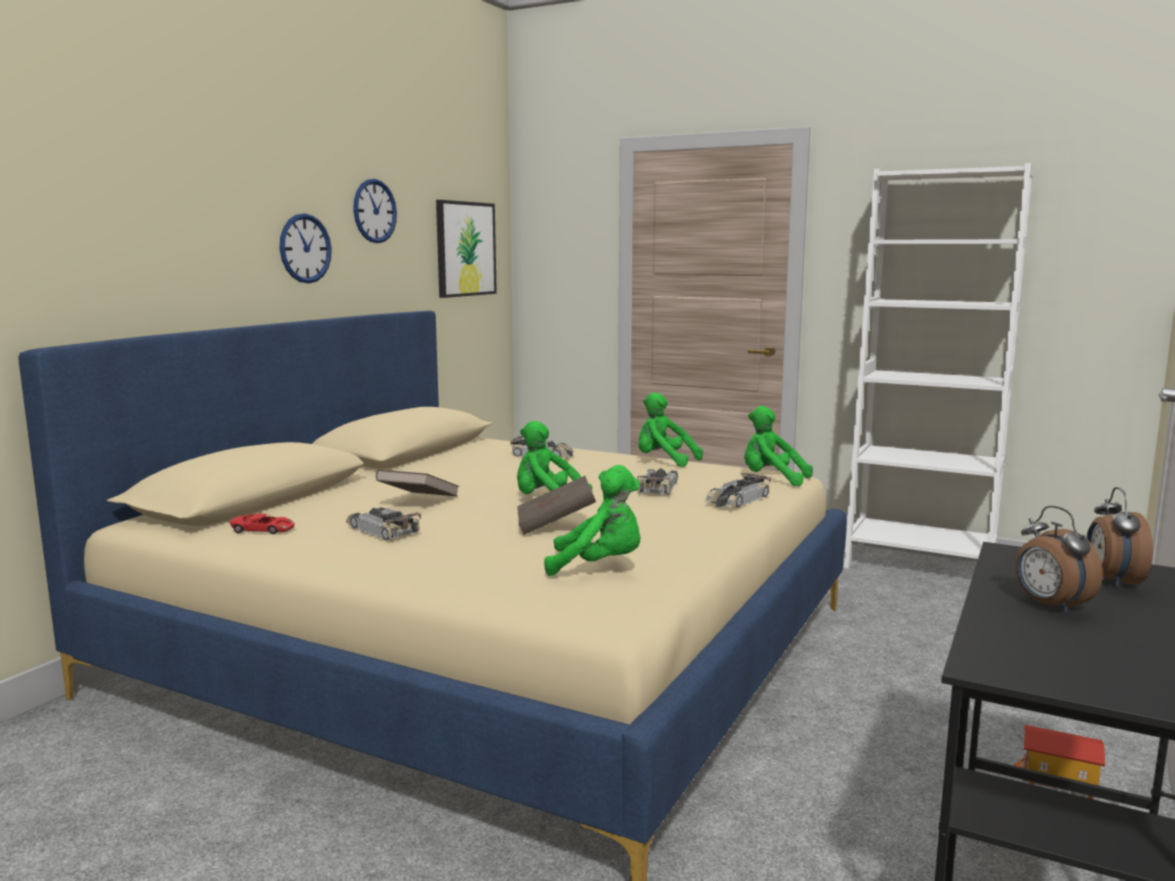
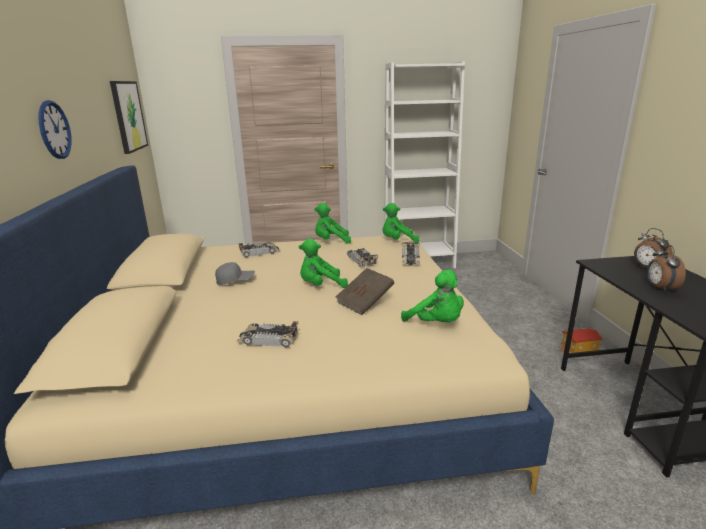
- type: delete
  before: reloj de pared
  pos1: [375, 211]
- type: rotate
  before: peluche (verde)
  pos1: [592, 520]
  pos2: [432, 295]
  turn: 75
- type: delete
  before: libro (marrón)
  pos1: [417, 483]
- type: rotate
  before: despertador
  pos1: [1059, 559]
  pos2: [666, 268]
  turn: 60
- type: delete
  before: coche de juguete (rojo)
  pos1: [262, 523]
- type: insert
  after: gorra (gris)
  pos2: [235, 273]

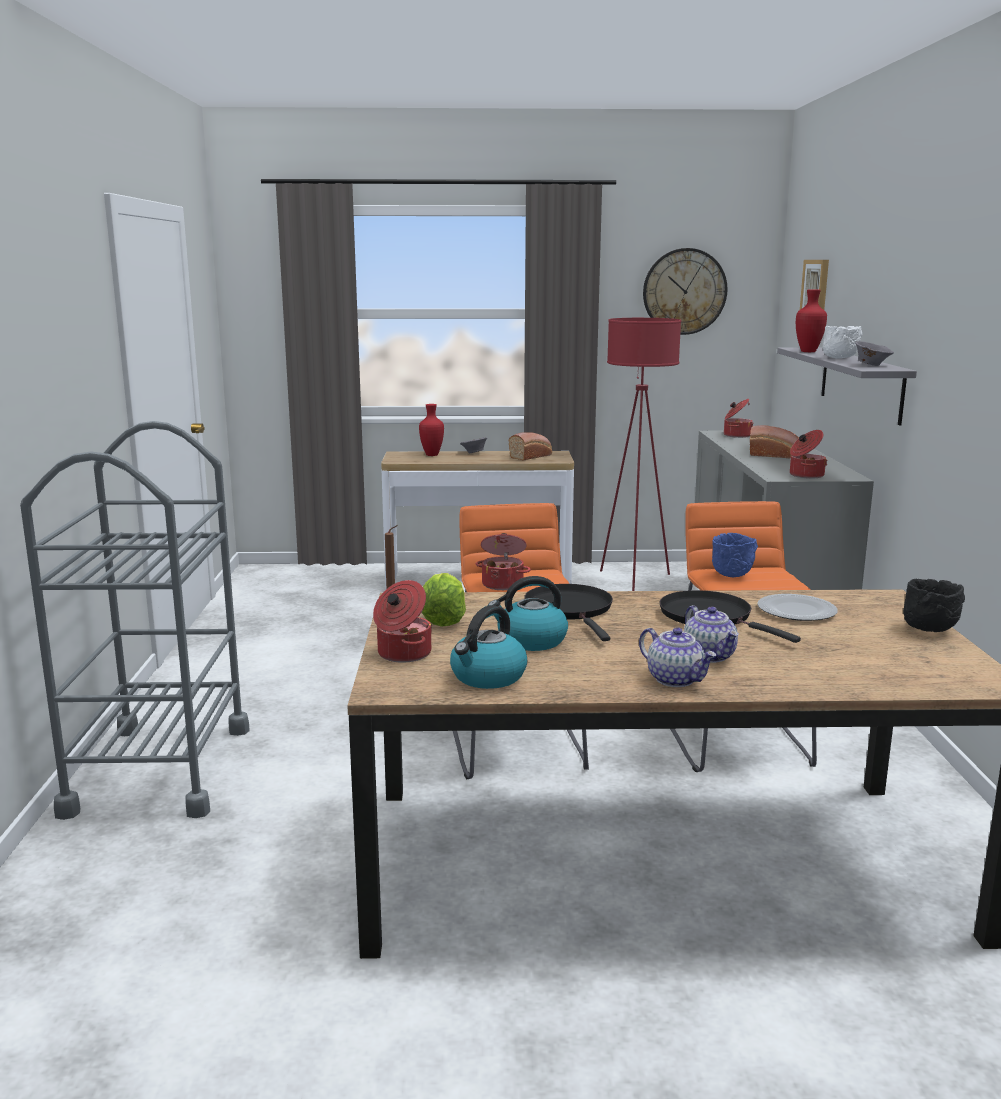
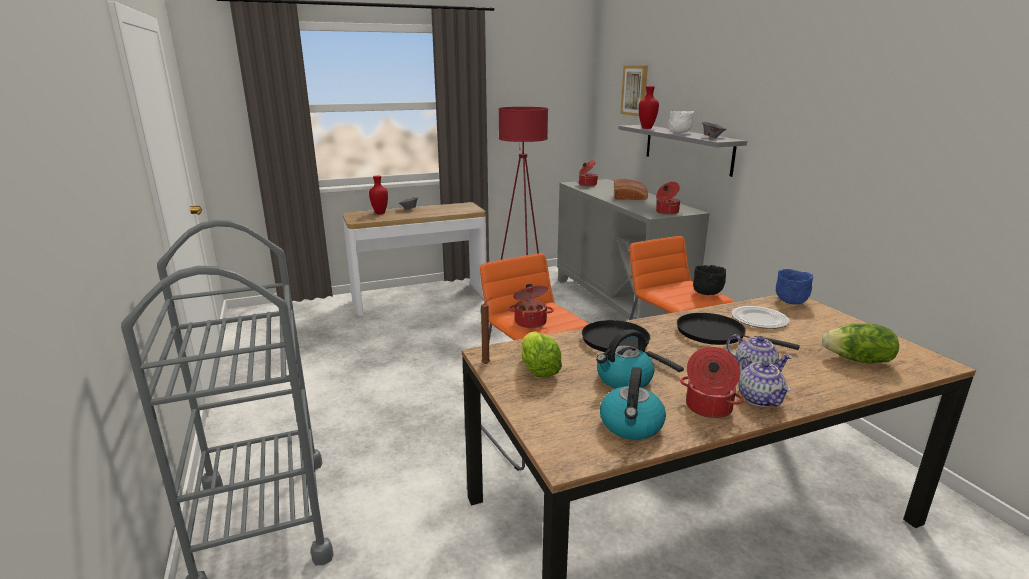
- type: delete
  before: reloj de pared
  pos1: [685, 291]
- type: delete
  before: pan
  pos1: [530, 446]
- type: move
  before: cuenco (azul)
  pos1: [735, 555]
  pos2: [795, 286]
- type: move
  before: cuenco (negro)
  pos1: [934, 605]
  pos2: [709, 280]
- type: move
  before: olla
  pos1: [402, 621]
  pos2: [712, 382]
- type: rotate
  before: tetera
  pos1: [678, 657]
  pos2: [764, 381]
  turn: 45
- type: insert
  after: lechuga
  pos2: [860, 343]

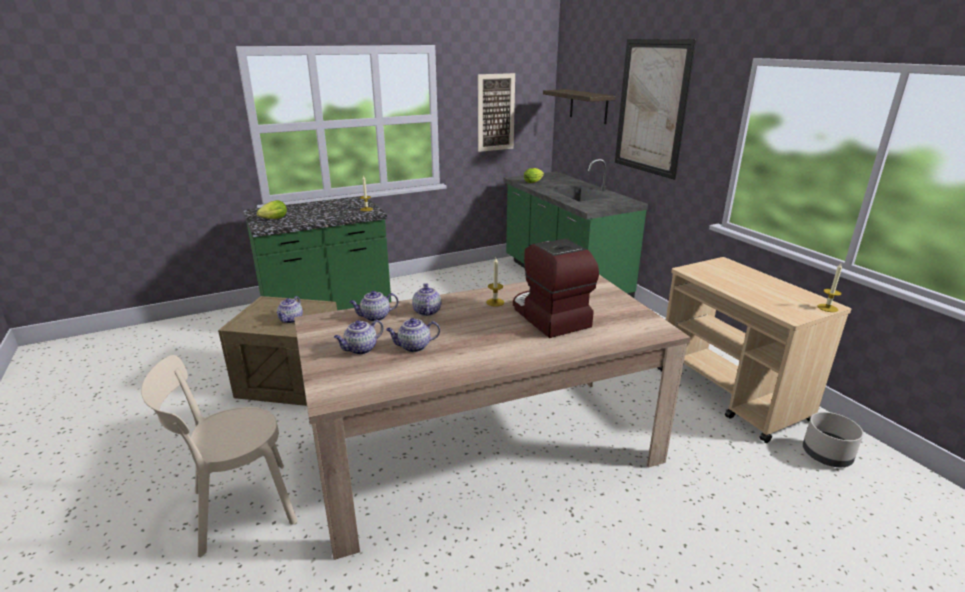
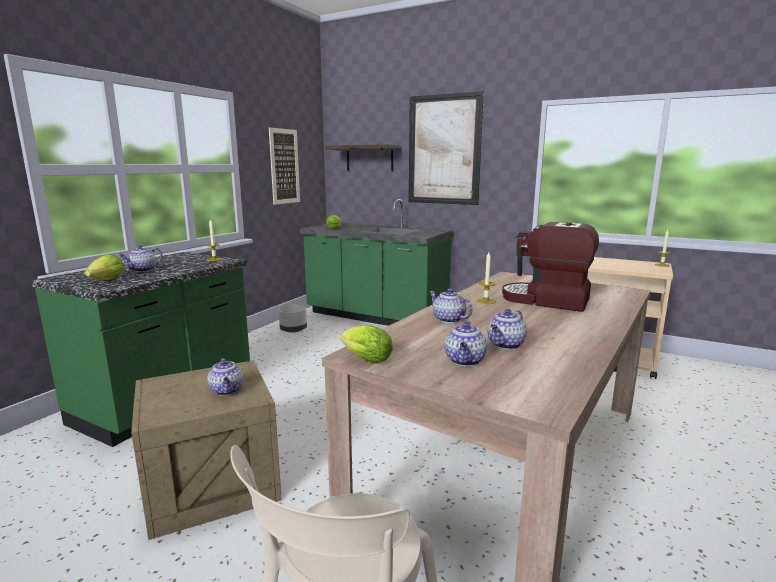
- type: move
  before: tetera
  pos1: [373, 306]
  pos2: [140, 258]
- type: move
  before: maceta (gris)
  pos1: [833, 439]
  pos2: [293, 318]
- type: insert
  after: lechuga
  pos2: [366, 344]

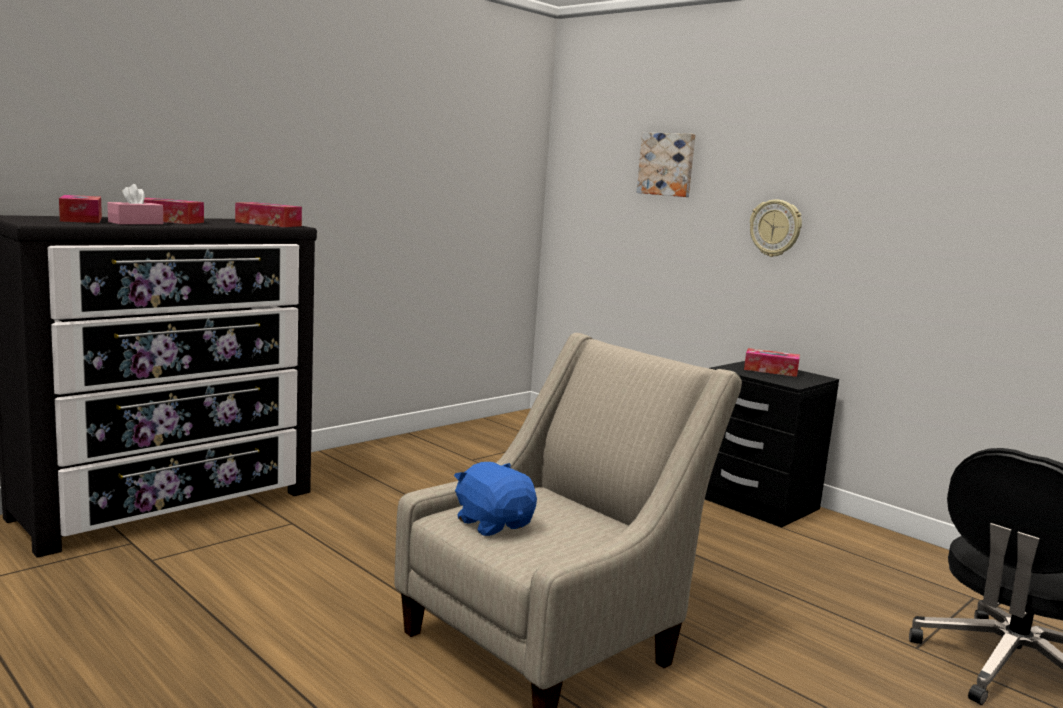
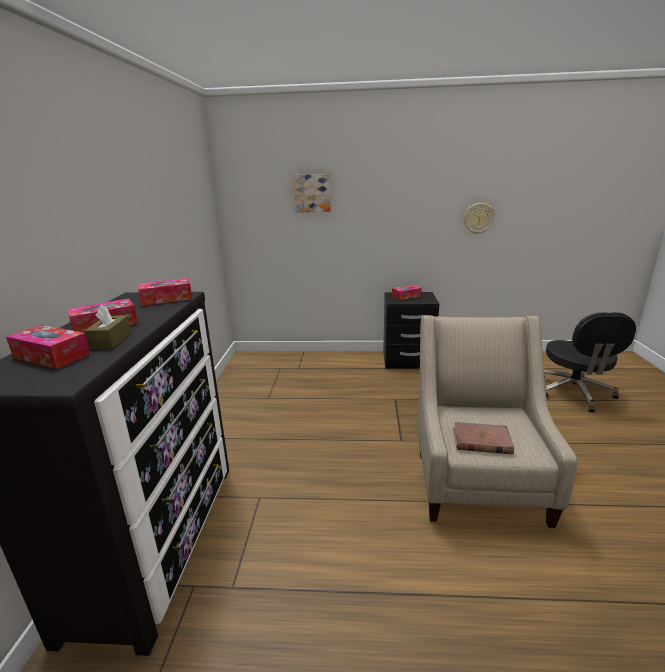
- type: recolor
  before: caja de pañuelos (rosa)
  after: caja de pañuelos (marrón)
  pos1: [135, 204]
  pos2: [108, 327]
- type: move
  before: reloj de pared
  pos1: [776, 228]
  pos2: [479, 218]
- type: replace
  before: peluche (azul)
  after: libro (marrón)
  pos1: [495, 499]
  pos2: [483, 438]

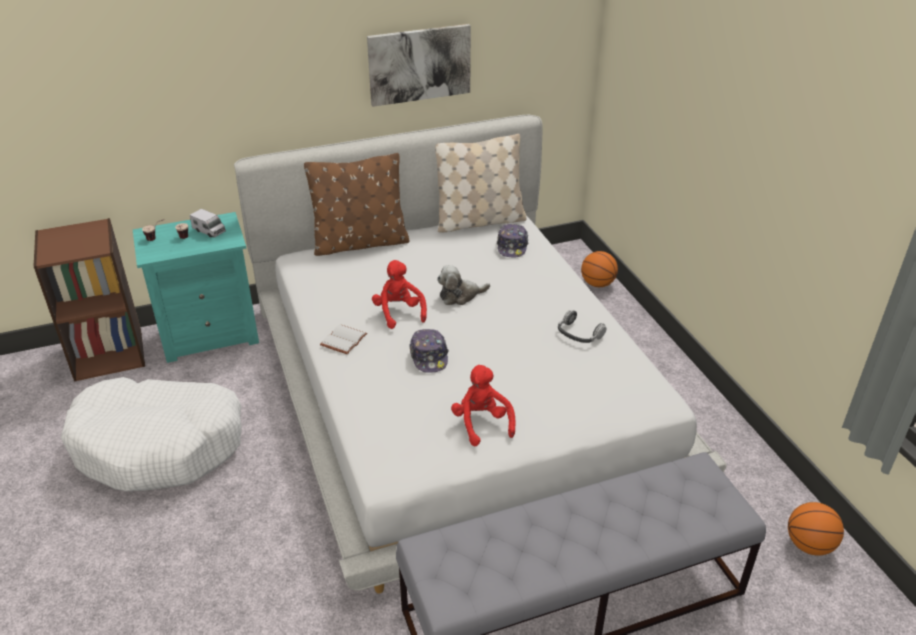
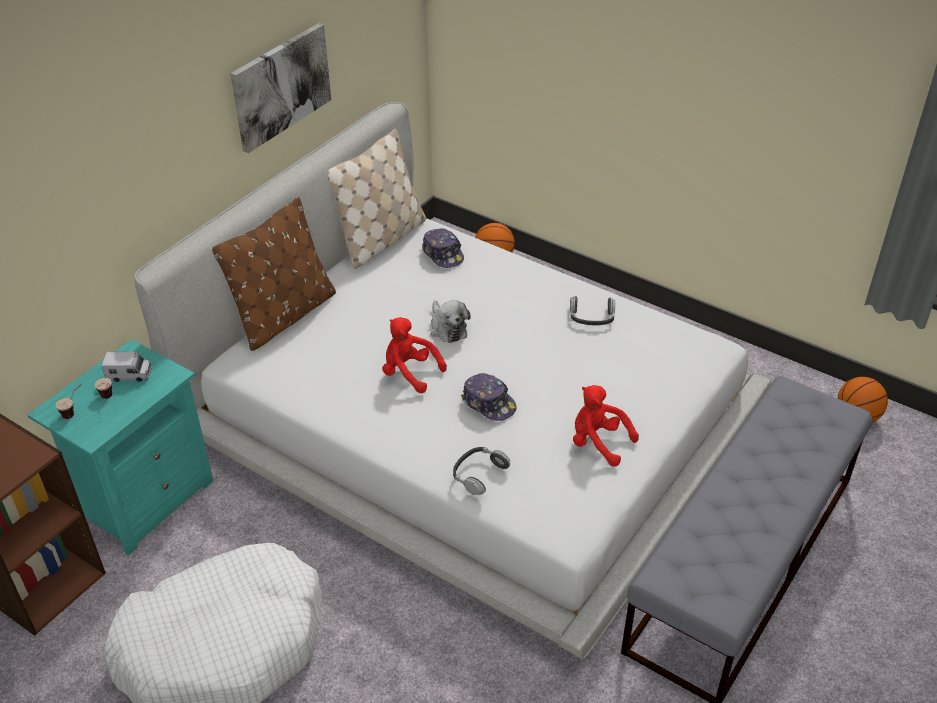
- type: rotate
  before: peluche
  pos1: [463, 285]
  pos2: [451, 321]
  turn: -60
- type: delete
  before: libro (blanco)
  pos1: [343, 339]
- type: insert
  after: auriculares
  pos2: [481, 471]

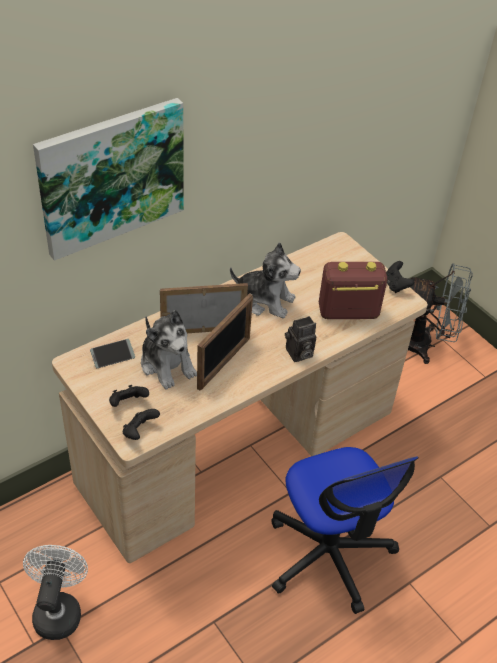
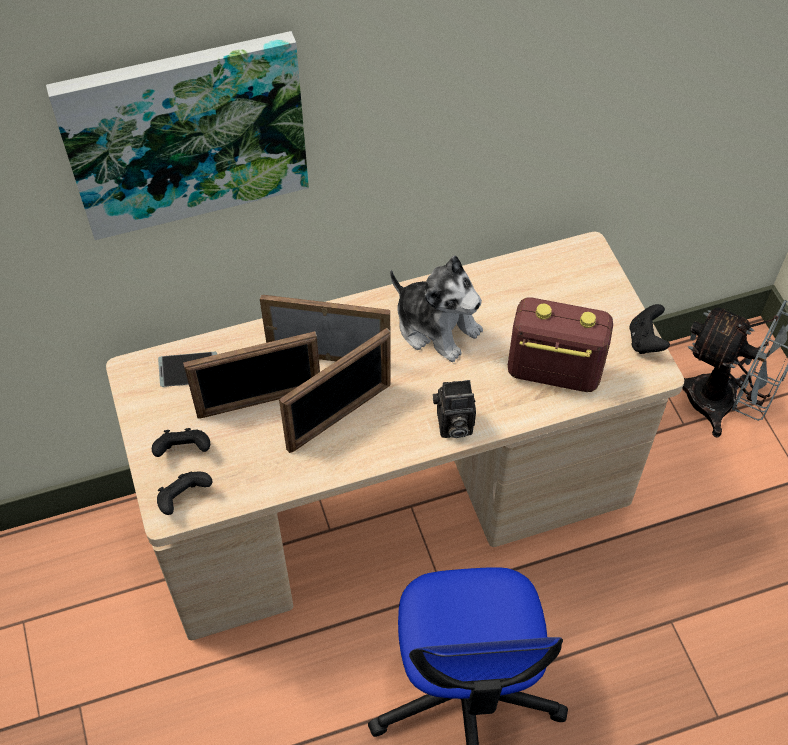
- type: replace
  before: peluche
  after: portarretratos
  pos1: [169, 350]
  pos2: [251, 375]
- type: delete
  before: ventilador (blanco)
  pos1: [55, 592]

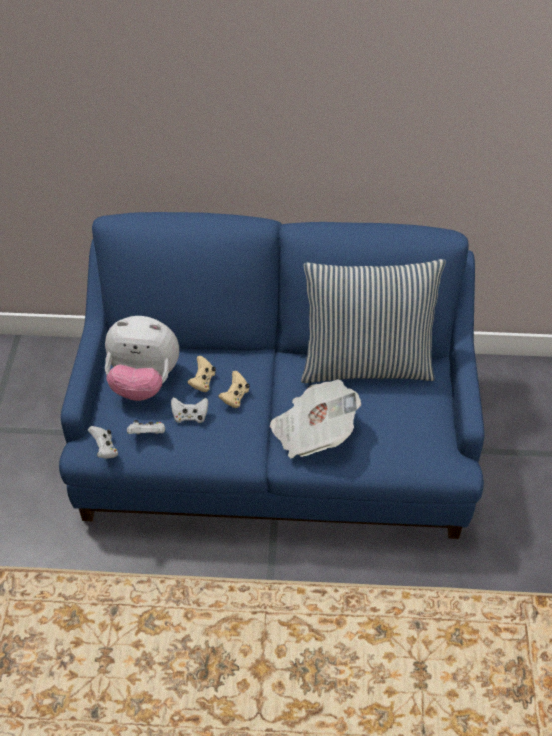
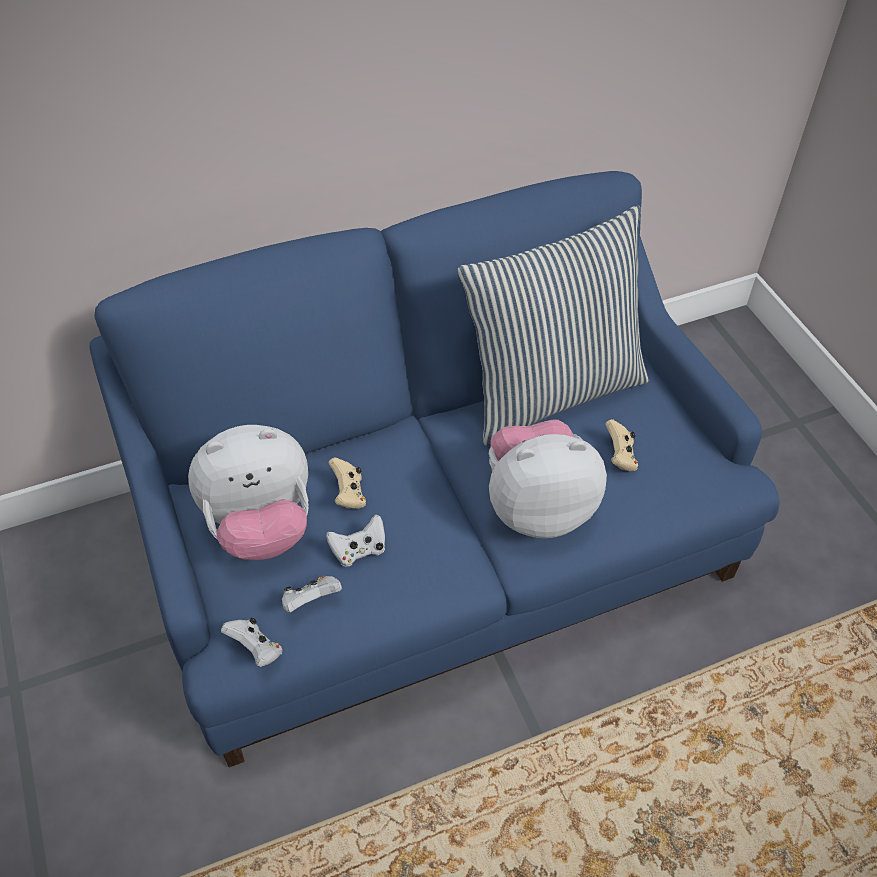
- type: move
  before: mando de consola (beis)
  pos1: [234, 389]
  pos2: [621, 445]
- type: replace
  before: periódico
  after: peluche
  pos1: [315, 419]
  pos2: [548, 478]

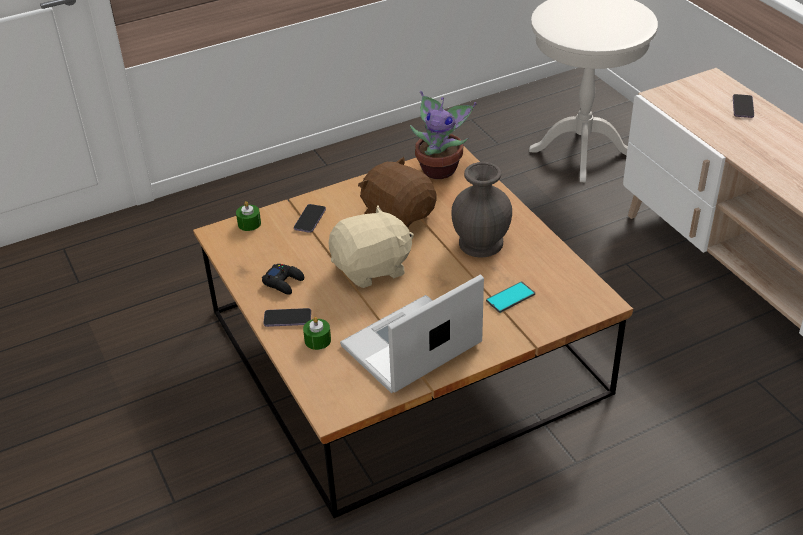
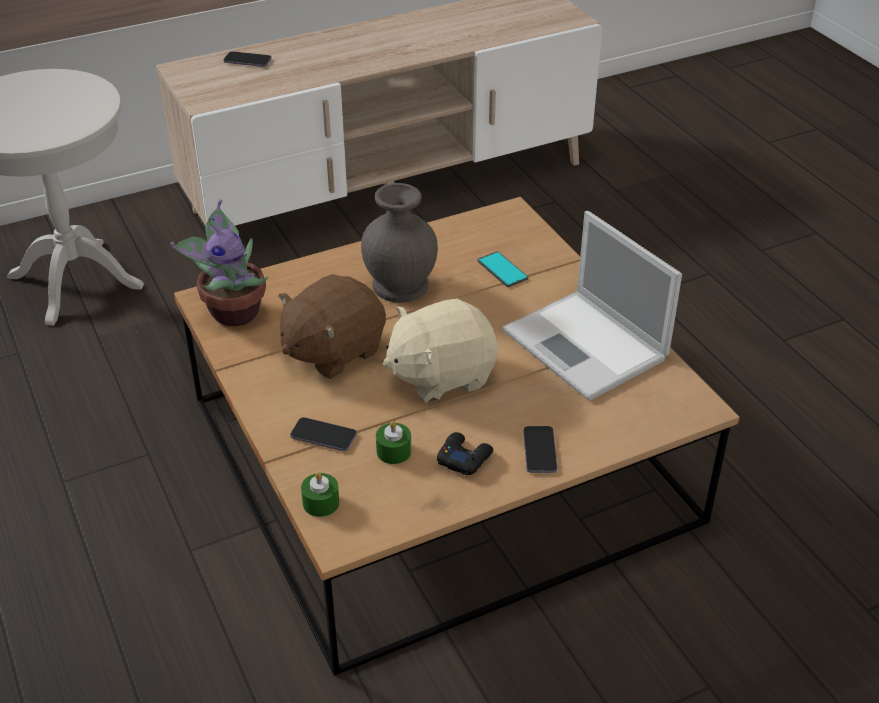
- type: rotate
  before: peluche (beis)
  pos1: [371, 246]
  pos2: [440, 350]
  turn: -90
- type: move
  before: vela (verde)
  pos1: [317, 333]
  pos2: [393, 442]

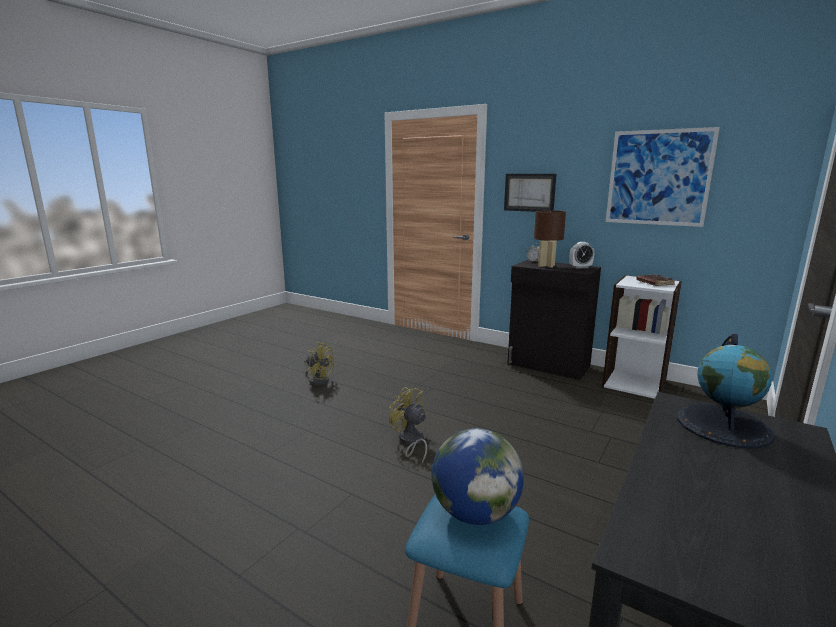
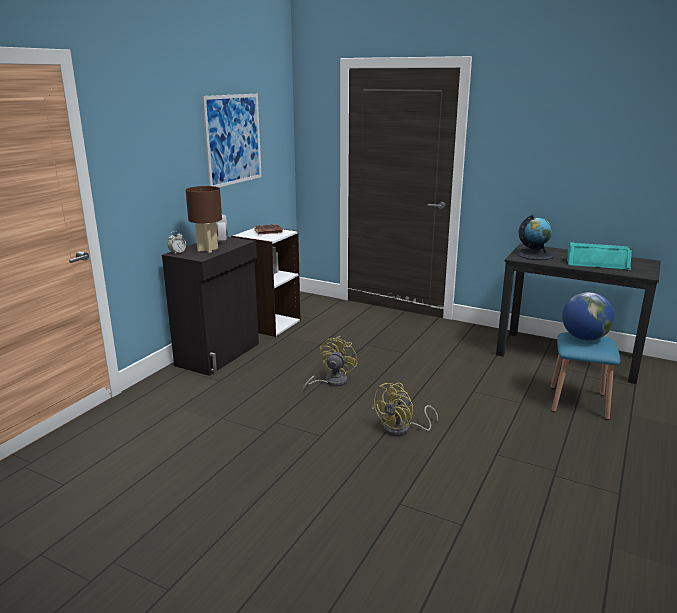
- type: delete
  before: cuadro
  pos1: [530, 193]
- type: move
  before: ventilador (amarillo)
  pos1: [319, 364]
  pos2: [330, 364]
- type: insert
  after: altavoz (turquesa)
  pos2: [599, 256]

